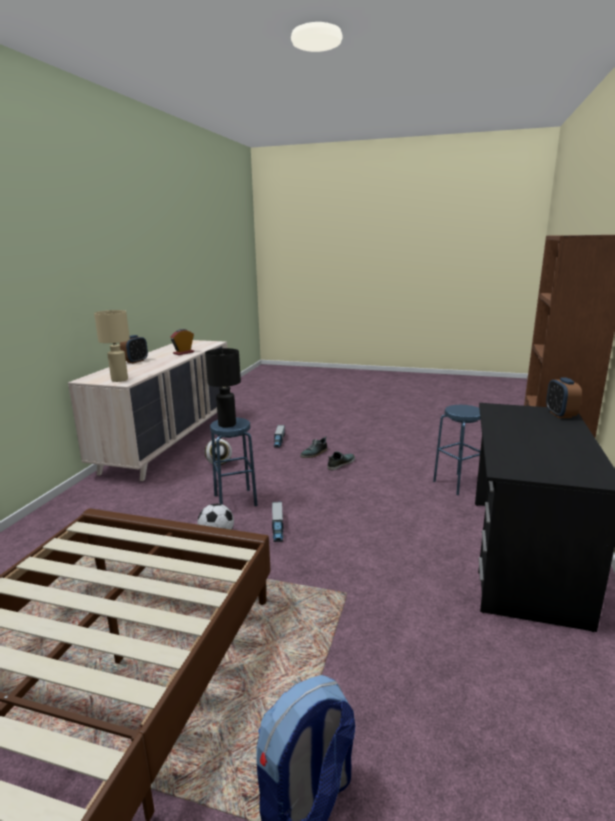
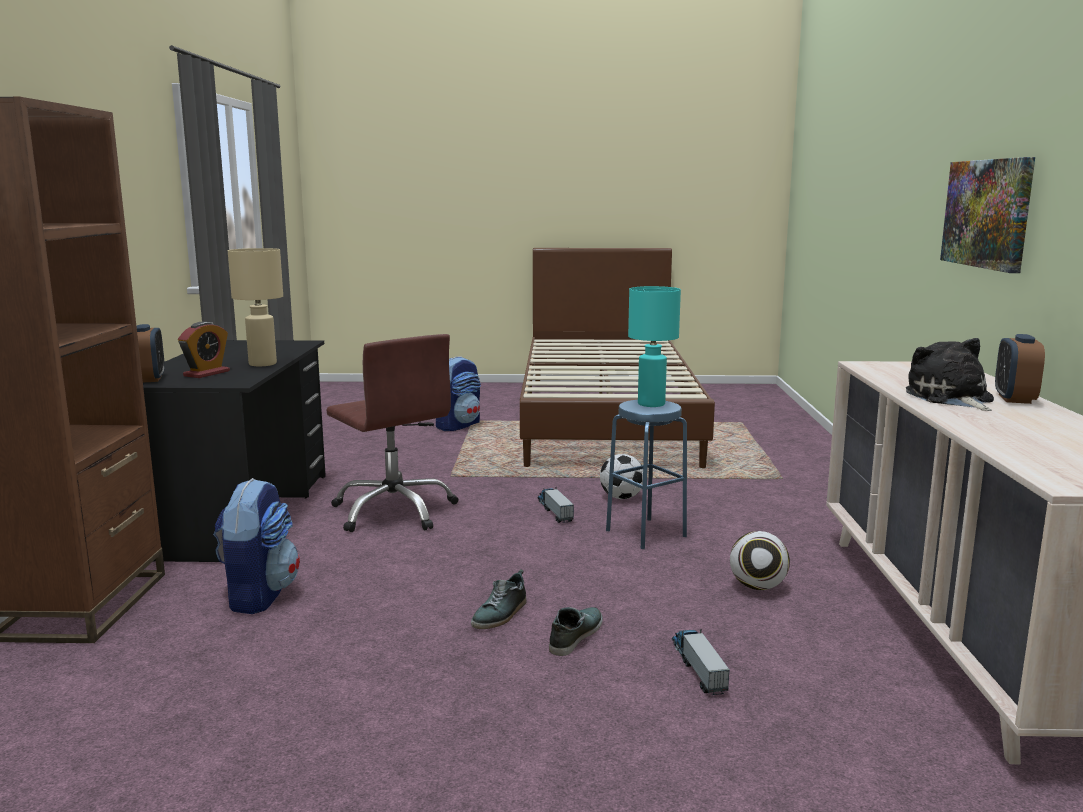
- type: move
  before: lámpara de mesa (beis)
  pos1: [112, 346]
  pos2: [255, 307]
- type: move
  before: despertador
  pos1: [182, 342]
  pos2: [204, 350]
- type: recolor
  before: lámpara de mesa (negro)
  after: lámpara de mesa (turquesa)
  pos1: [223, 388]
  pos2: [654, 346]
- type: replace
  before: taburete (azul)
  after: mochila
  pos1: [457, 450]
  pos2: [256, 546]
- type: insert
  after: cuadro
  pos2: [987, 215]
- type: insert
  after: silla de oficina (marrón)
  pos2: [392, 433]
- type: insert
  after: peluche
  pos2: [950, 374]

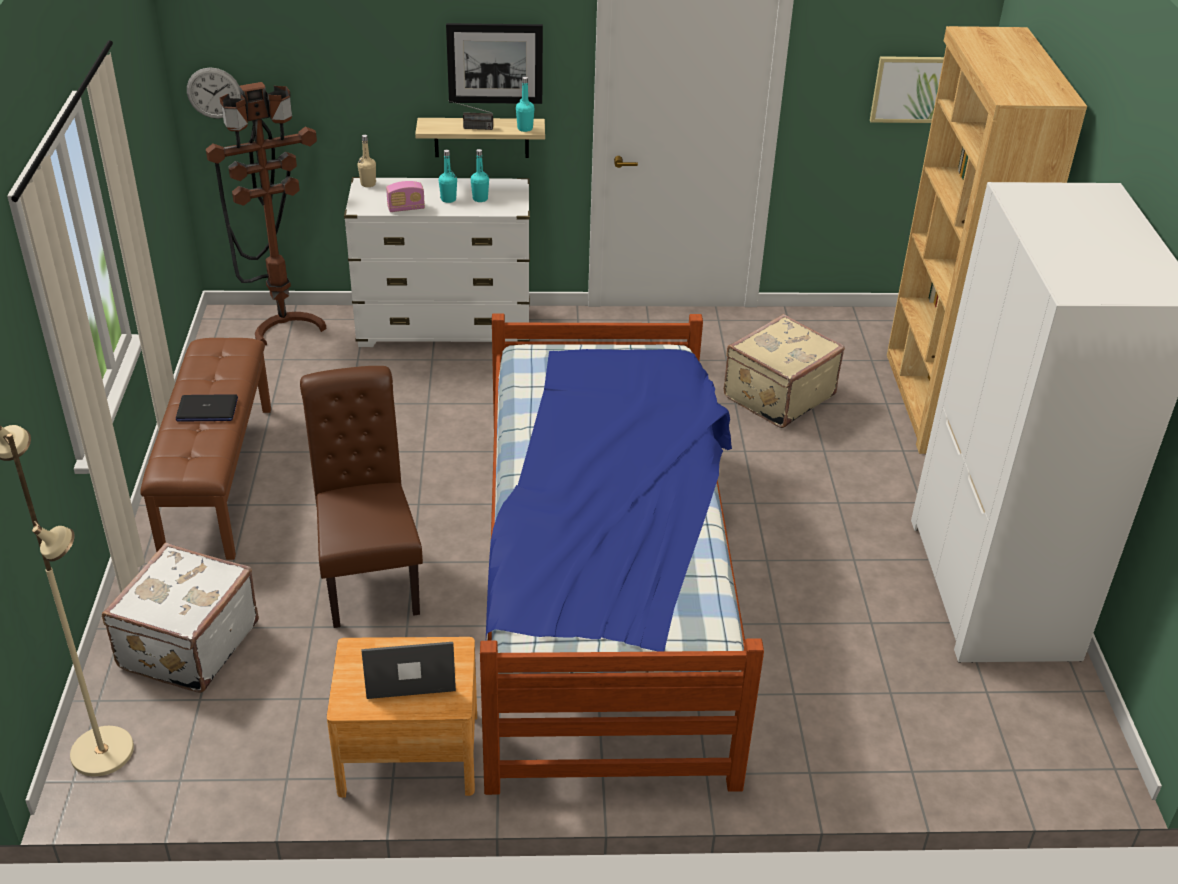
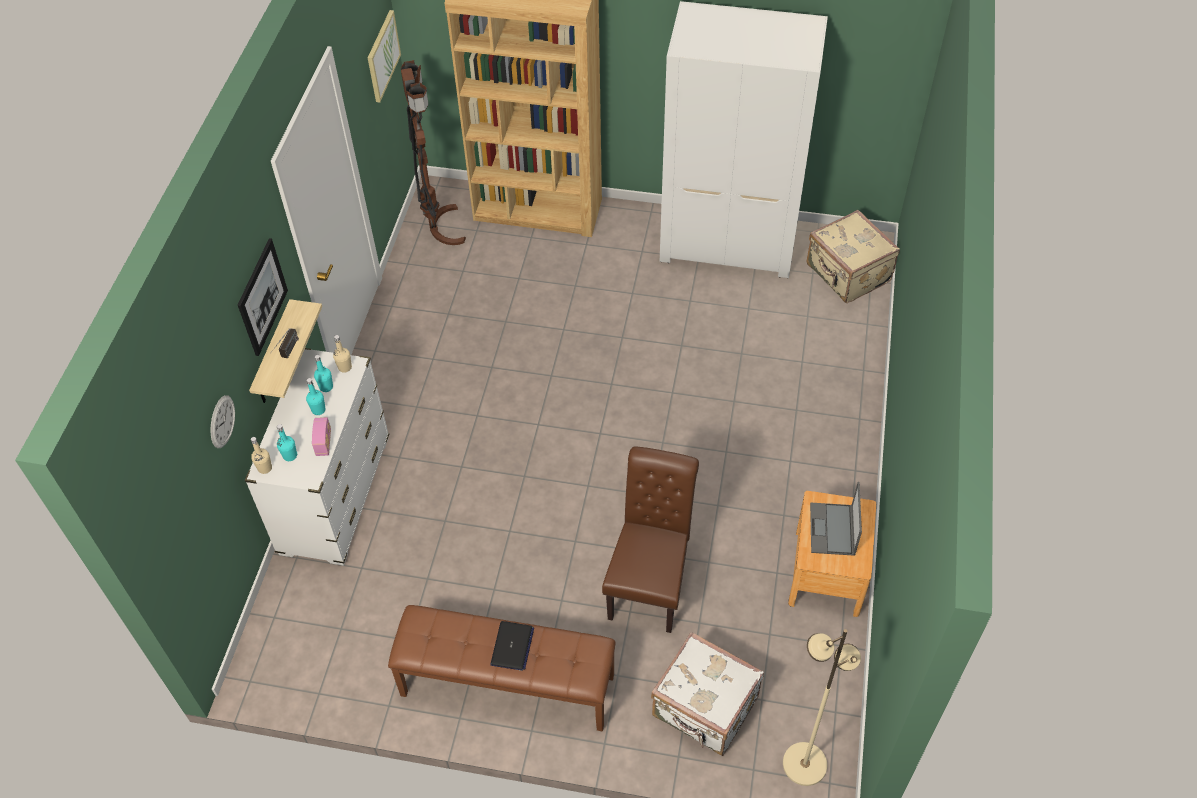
- type: move
  before: reloj de pared
  pos1: [214, 93]
  pos2: [223, 421]
- type: move
  before: botella (turquesa)
  pos1: [525, 104]
  pos2: [287, 442]
- type: move
  before: lámpara de pie (marrón)
  pos1: [266, 213]
  pos2: [433, 152]
- type: delete
  before: cama
  pos1: [622, 554]
- type: move
  before: maleta (beis)
  pos1: [784, 371]
  pos2: [853, 256]
- type: rotate
  before: silla (marrón)
  pos1: [361, 497]
  pos2: [650, 539]
  turn: 105
- type: insert
  after: botella (beis)
  pos2: [342, 354]

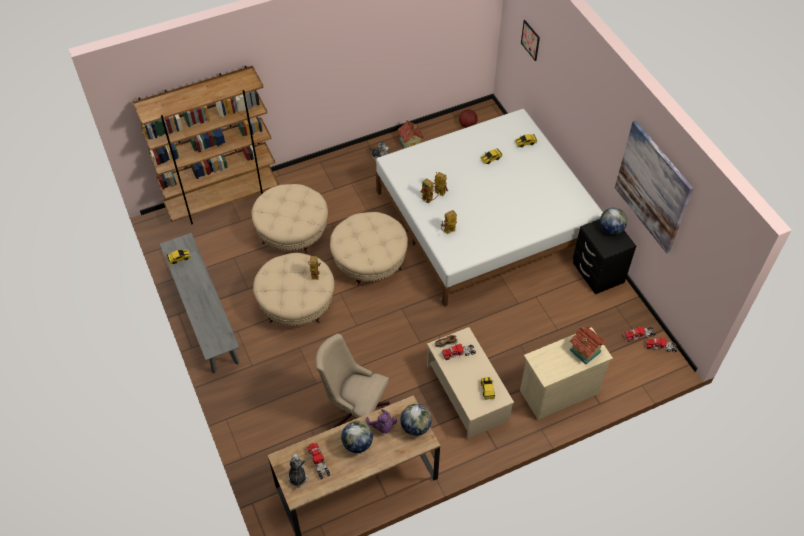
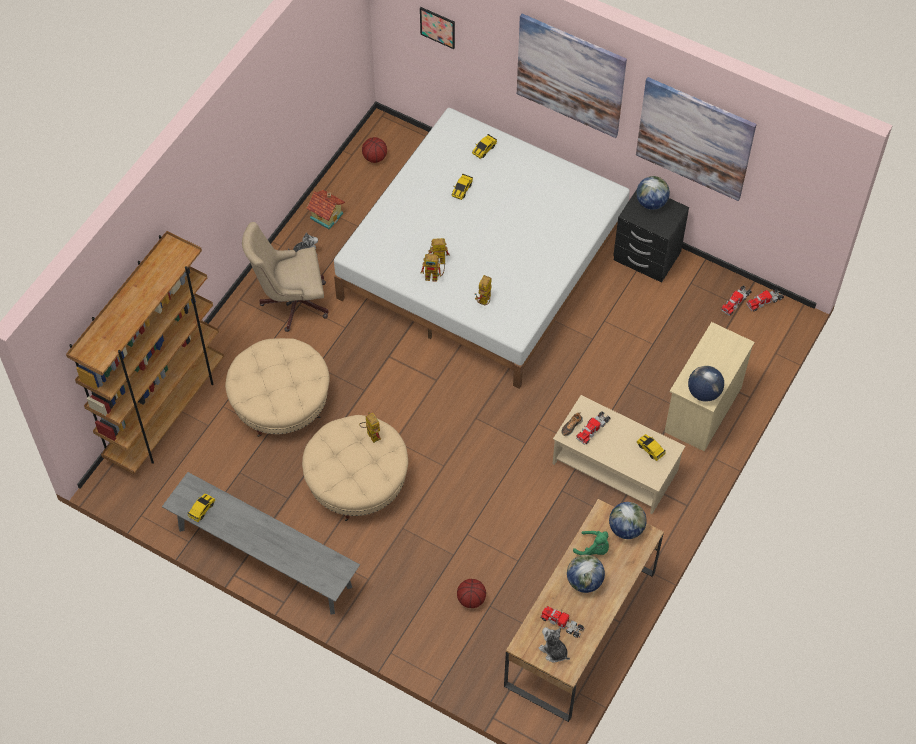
- type: delete
  before: puf (beis)
  pos1: [369, 249]
- type: delete
  before: casita
  pos1: [588, 345]
- type: move
  before: silla de oficina (beis)
  pos1: [352, 381]
  pos2: [285, 277]
- type: recolor
  before: peluche (morado)
  after: peluche (verde)
  pos1: [381, 421]
  pos2: [591, 543]
- type: insert
  after: cuadro
  pos2: [572, 76]
- type: insert
  after: globo terráqueo
  pos2: [706, 384]
- type: insert
  after: balón de baloncesto
  pos2: [471, 593]

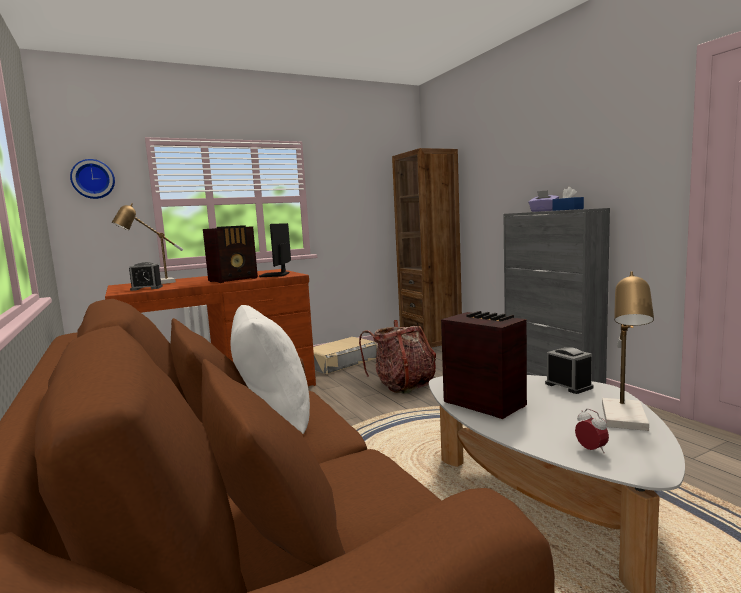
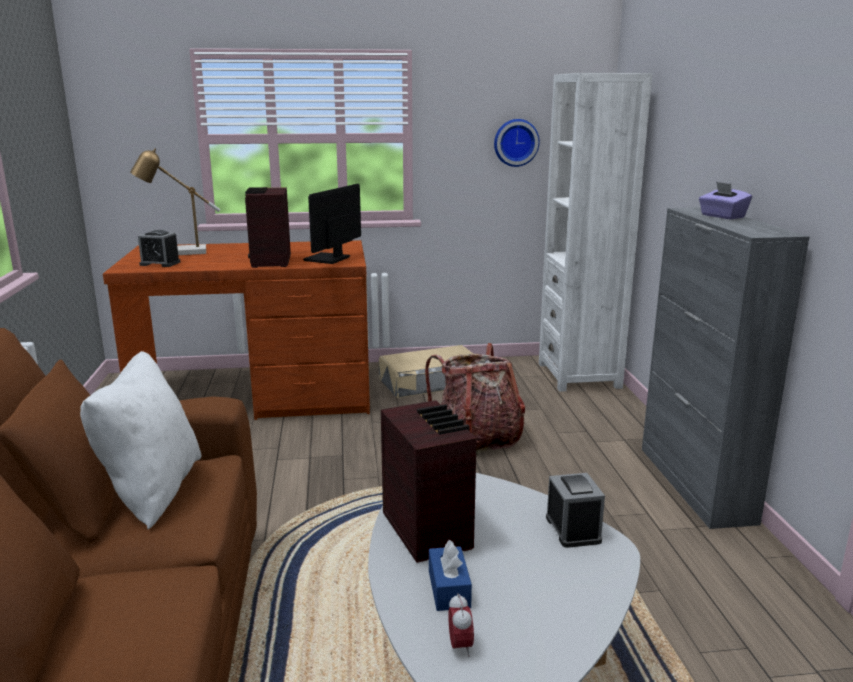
- type: recolor
  before: estantería (marrón)
  after: estantería (blanco)
  pos1: [427, 248]
  pos2: [595, 232]
- type: move
  before: reloj de pared
  pos1: [92, 179]
  pos2: [517, 143]
- type: move
  before: caja de pañuelos (azul)
  pos1: [568, 199]
  pos2: [450, 575]
- type: rotate
  before: radio
  pos1: [230, 254]
  pos2: [268, 227]
  turn: 105
- type: delete
  before: lámpara de mesa
  pos1: [628, 351]

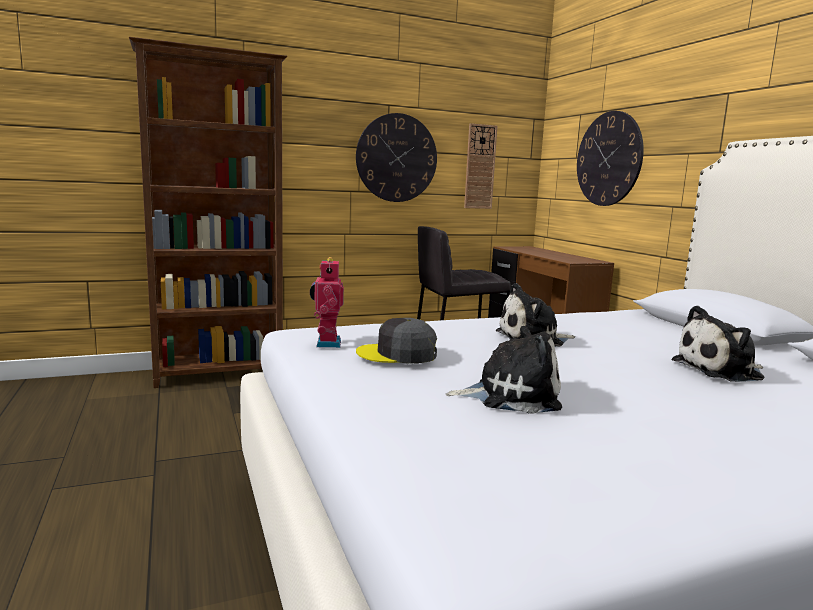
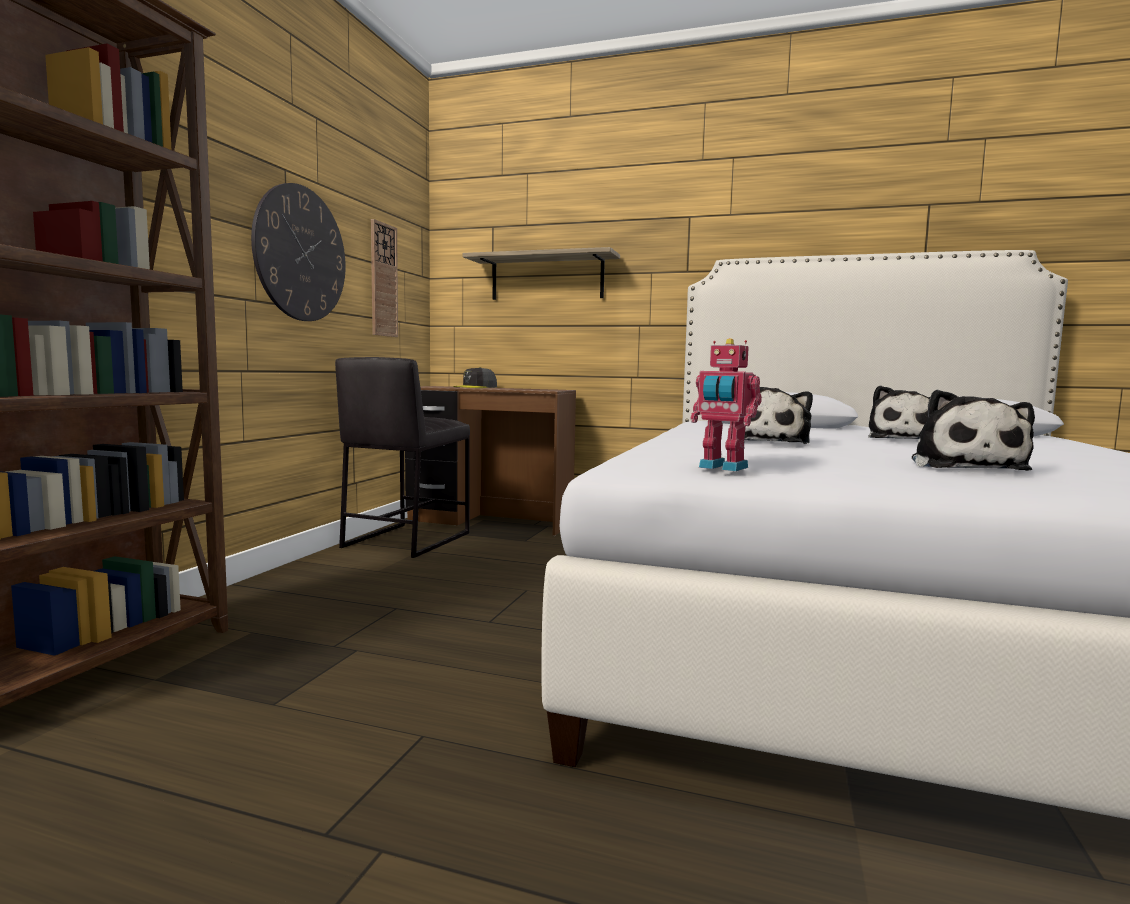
- type: replace
  before: reloj de pared
  after: estante
  pos1: [610, 158]
  pos2: [541, 273]
- type: move
  before: gorra (gris)
  pos1: [396, 340]
  pos2: [475, 377]
- type: rotate
  before: peluche
  pos1: [504, 370]
  pos2: [973, 430]
  turn: 150

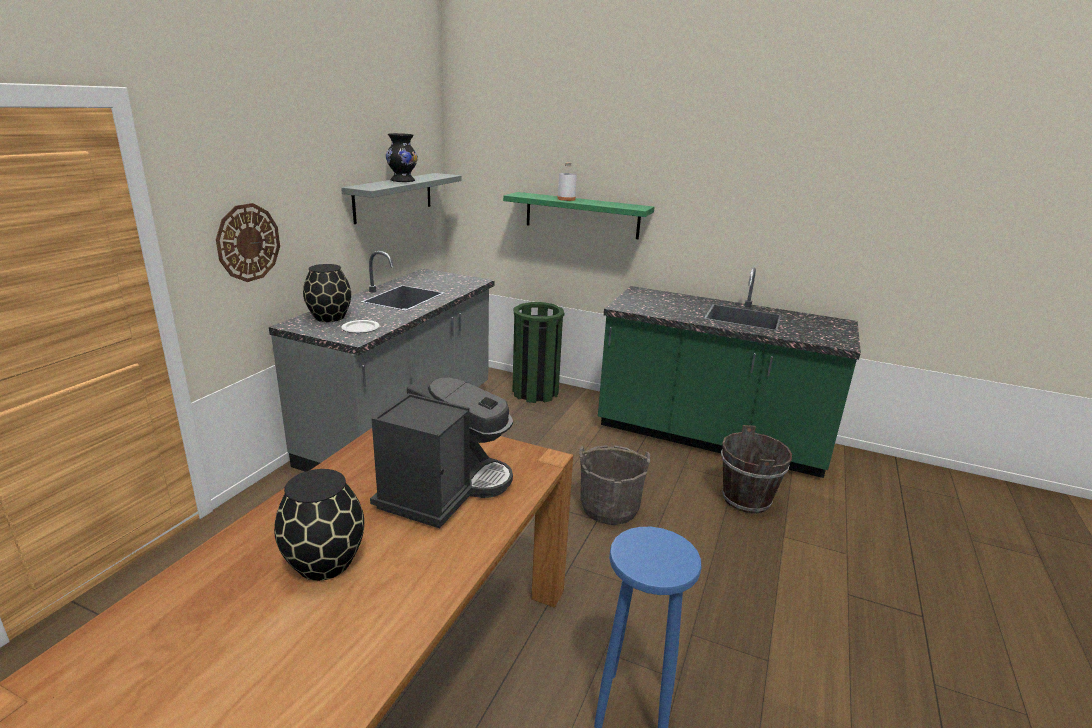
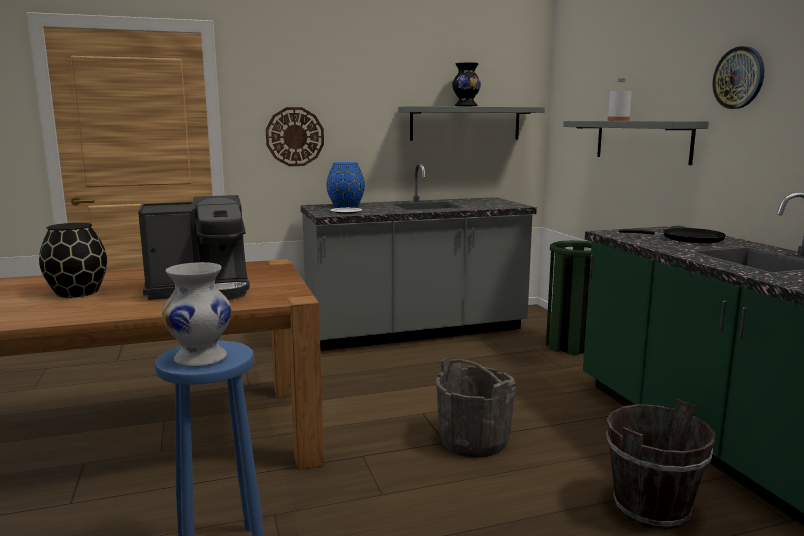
- type: recolor
  before: estante (verde)
  after: estante (gris)
  pos1: [578, 215]
  pos2: [636, 143]
- type: recolor
  before: florero (negro)
  after: florero (azul)
  pos1: [327, 293]
  pos2: [345, 185]
- type: insert
  after: reloj de pared
  pos2: [738, 77]
- type: insert
  after: sartén (negro)
  pos2: [672, 235]
- type: insert
  after: florero (blanco)
  pos2: [197, 314]

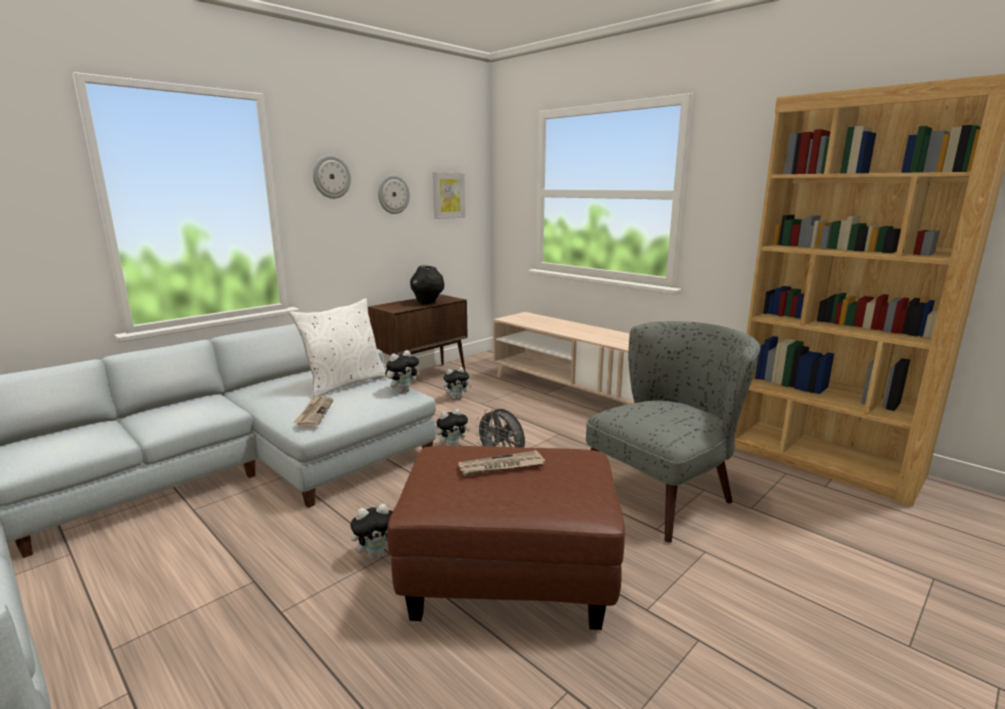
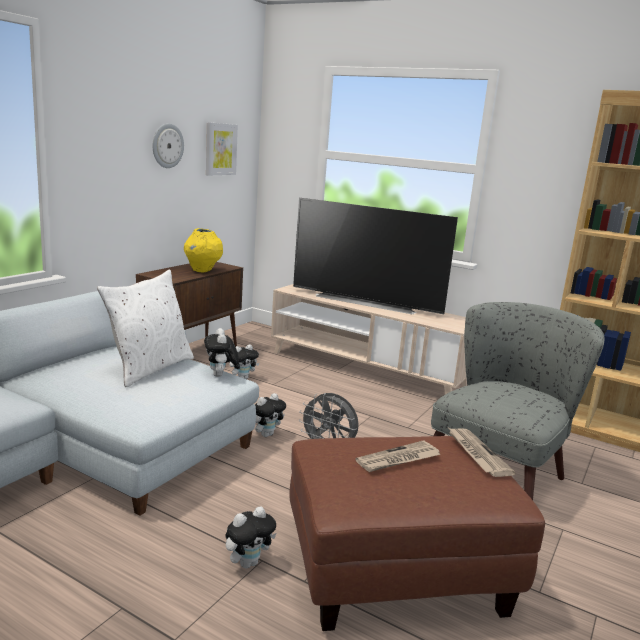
- type: delete
  before: reloj de pared
  pos1: [332, 177]
- type: recolor
  before: florero (negro)
  after: florero (amarillo)
  pos1: [427, 284]
  pos2: [203, 250]
- type: rotate
  before: peluche
  pos1: [402, 371]
  pos2: [221, 352]
  turn: 135
- type: move
  before: periódico
  pos1: [313, 411]
  pos2: [482, 452]
- type: insert
  after: televisor
  pos2: [375, 256]

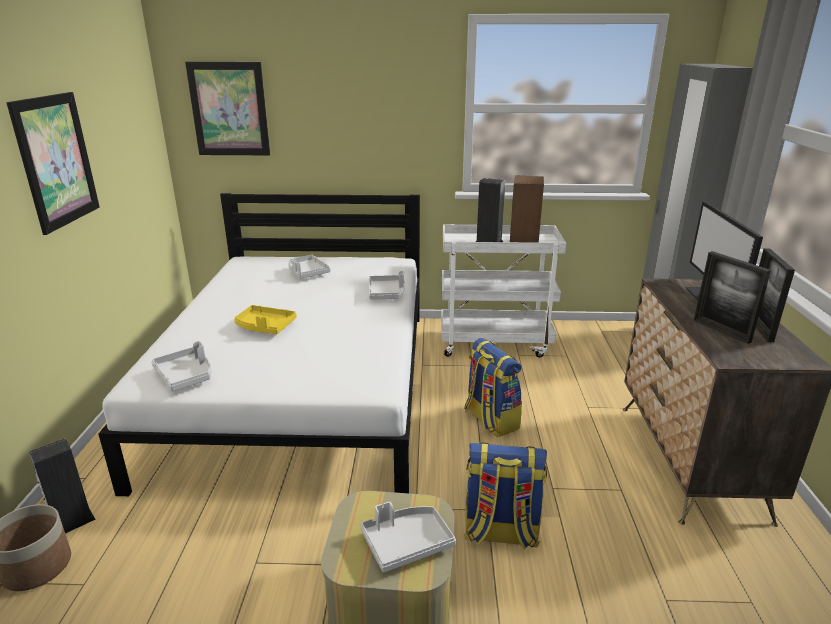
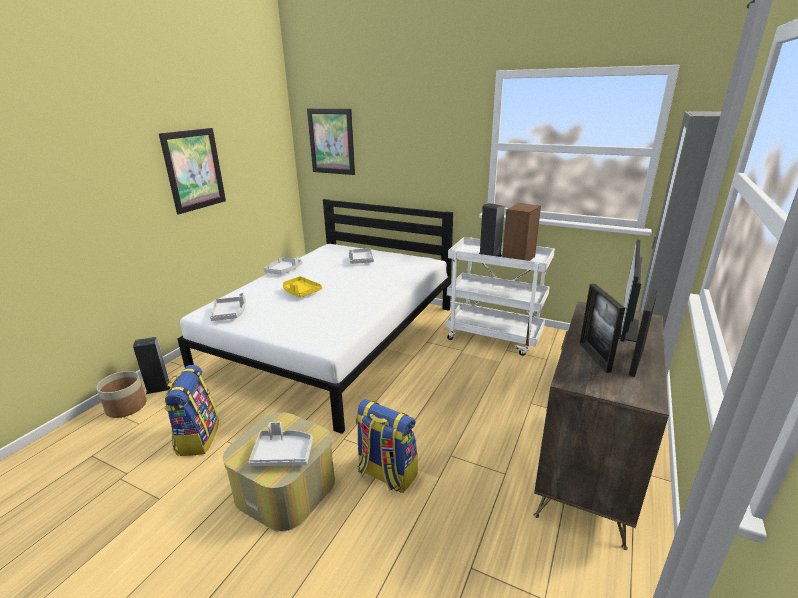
- type: move
  before: bandeja (gris)
  pos1: [387, 285]
  pos2: [283, 265]
- type: move
  before: mochila
  pos1: [493, 387]
  pos2: [191, 410]

